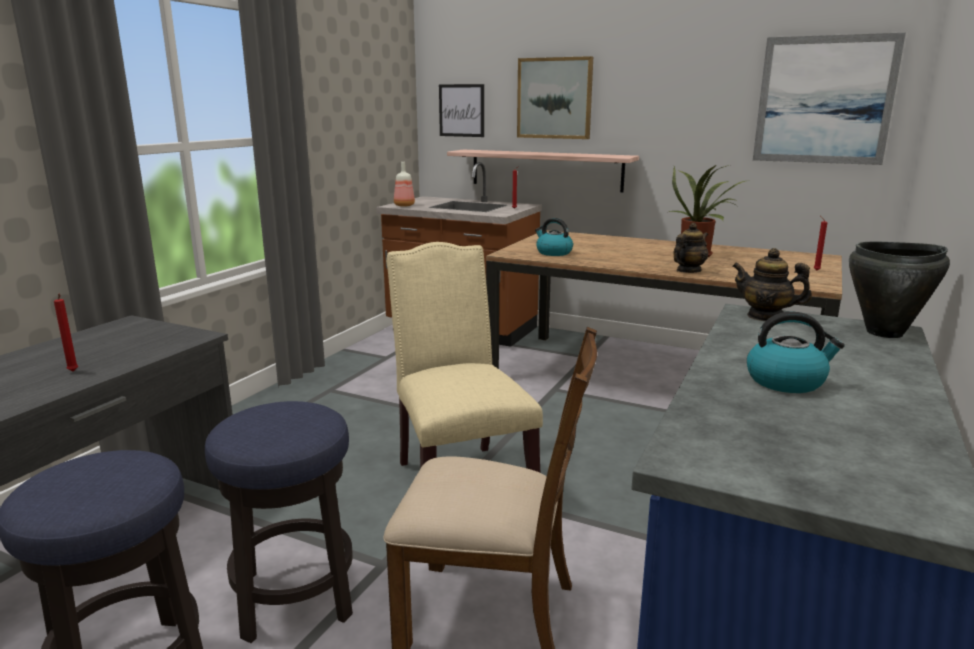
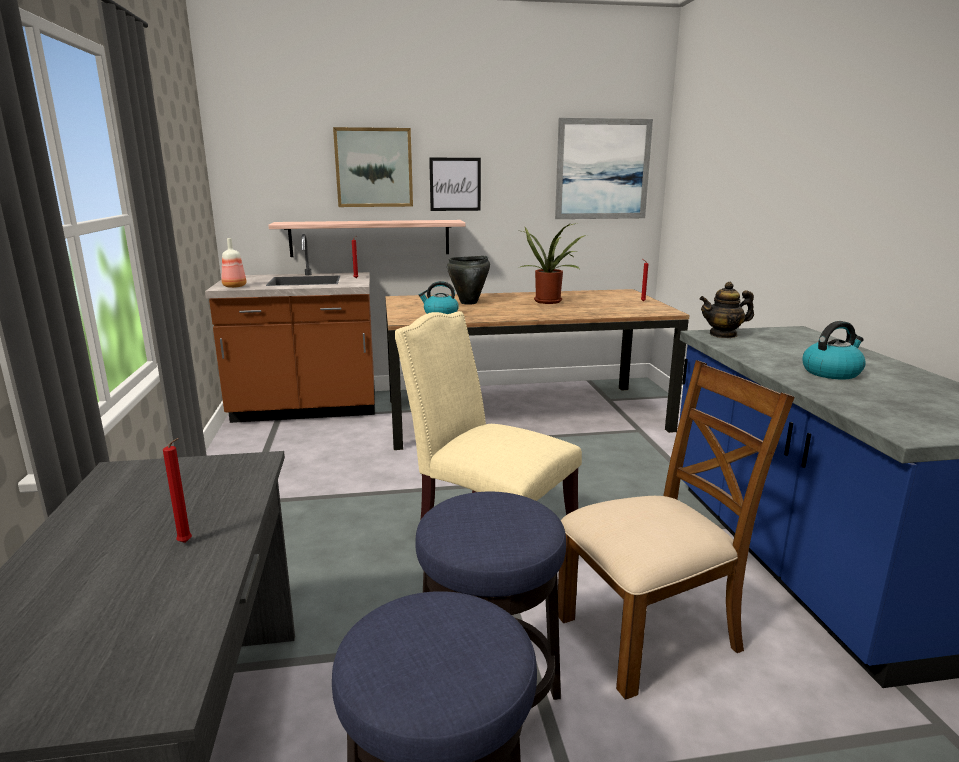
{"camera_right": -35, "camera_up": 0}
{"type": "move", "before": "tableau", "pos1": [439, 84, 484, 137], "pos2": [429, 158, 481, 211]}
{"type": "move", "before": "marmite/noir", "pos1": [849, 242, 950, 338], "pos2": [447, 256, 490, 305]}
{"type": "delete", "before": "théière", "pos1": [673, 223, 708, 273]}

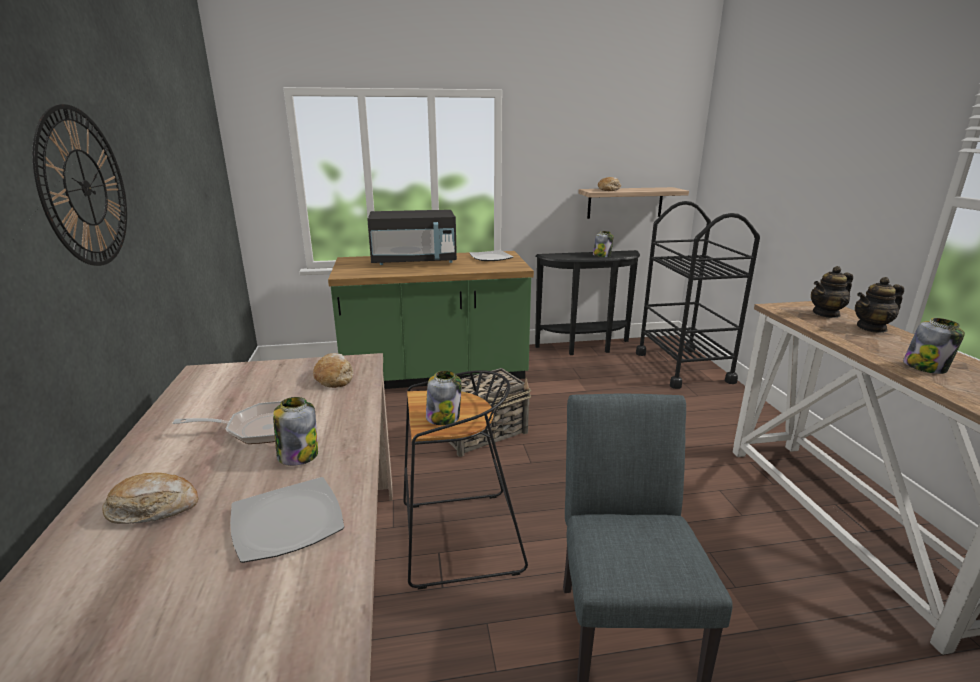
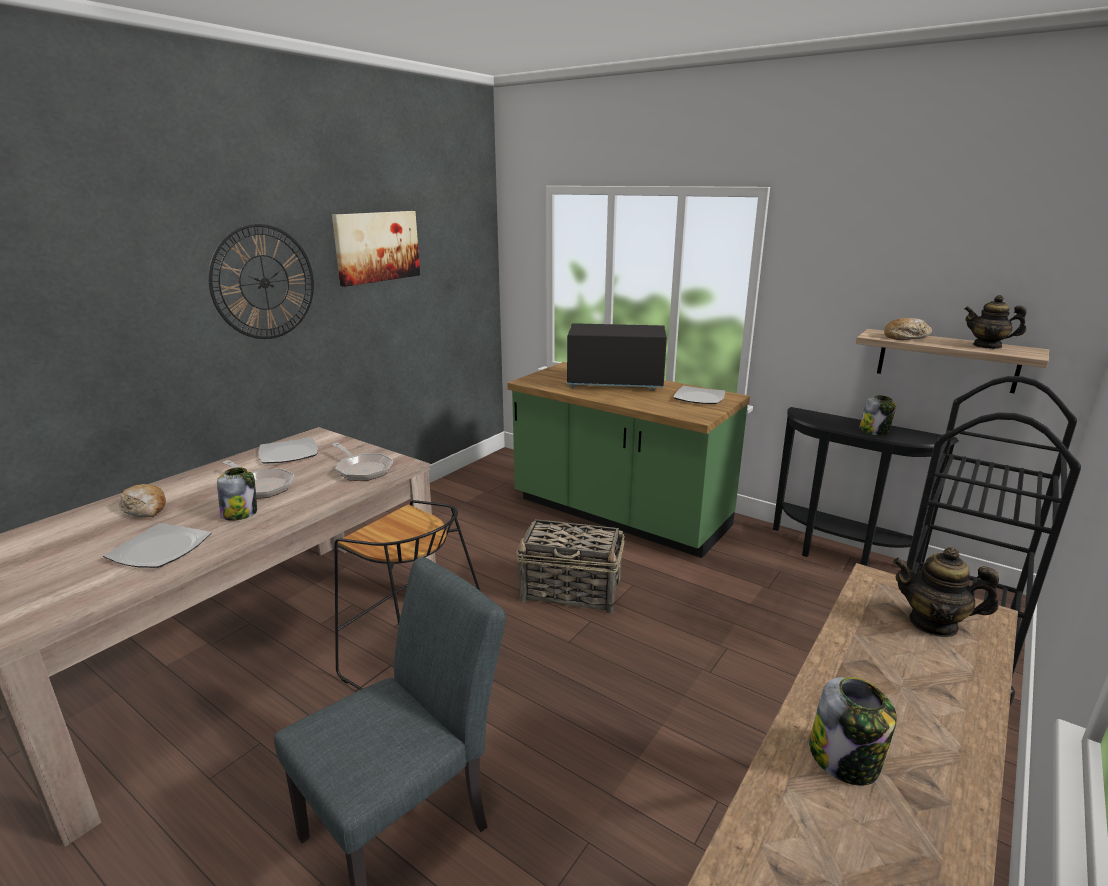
{"camera_right": 45, "camera_up": 0}
{"type": "insert", "after": "assiette", "pos2": [258, 437, 318, 464]}
{"type": "insert", "after": "tableau", "pos2": [332, 211, 420, 287]}
{"type": "replace", "before": "pain", "after": "poêle", "pos1": [313, 353, 353, 388], "pos2": [332, 442, 393, 481]}
{"type": "rotate", "before": "micro-ondes/noir", "pos1": [367, 210, 457, 265], "pos2": [567, 323, 667, 390], "turn": 150}
{"type": "move", "before": "théière", "pos1": [855, 277, 904, 333], "pos2": [965, 295, 1027, 349]}
{"type": "delete", "before": "bocal", "pos1": [426, 371, 462, 425]}

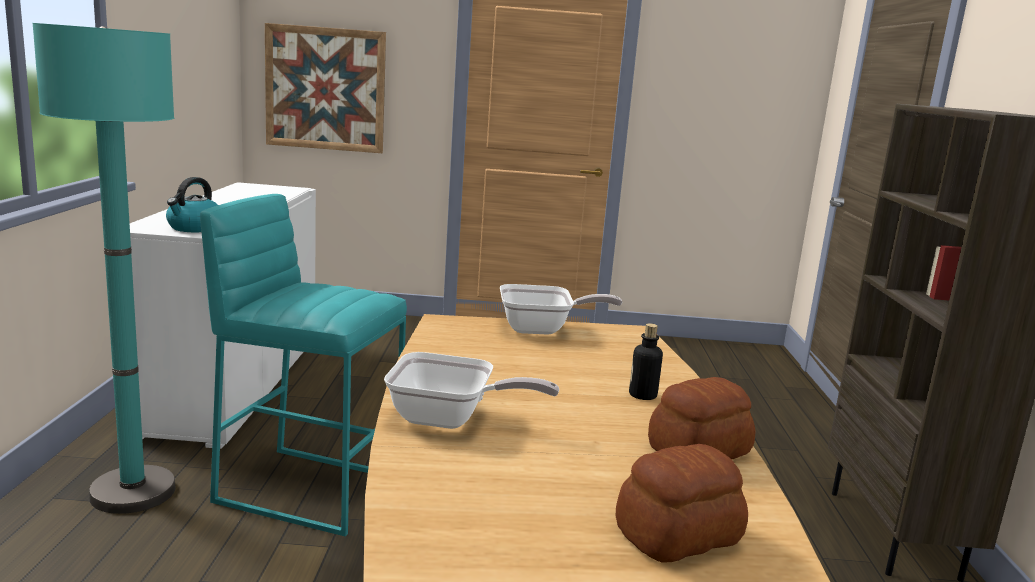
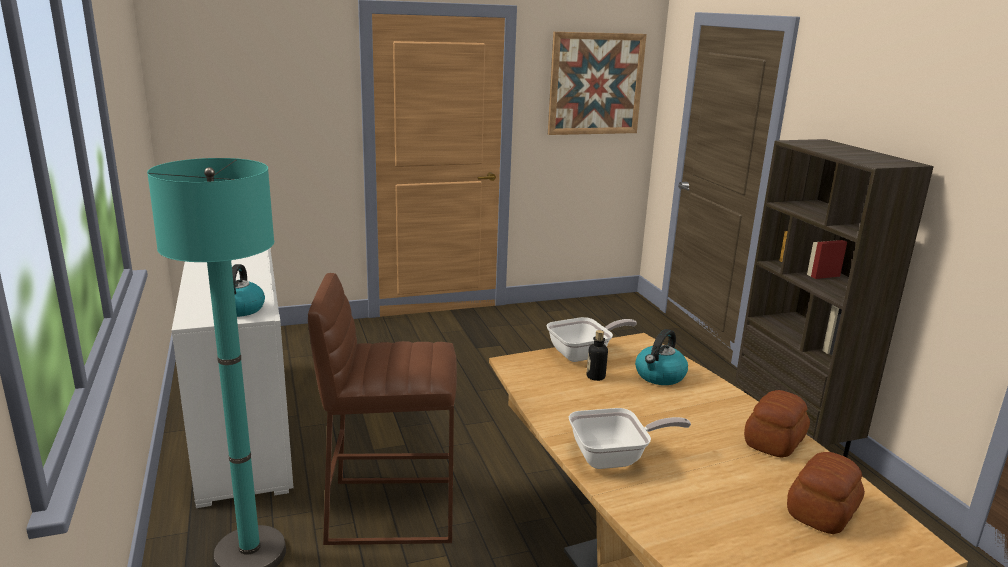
{"camera_right": -20, "camera_up": 5}
{"type": "recolor", "before": "tabouret/turquoise", "after": "tabouret/marron", "pos1": [200, 194, 407, 537], "pos2": [308, 273, 457, 545]}
{"type": "move", "before": "tableau", "pos1": [265, 23, 386, 153], "pos2": [548, 32, 647, 135]}
{"type": "move", "before": "bouteille", "pos1": [629, 323, 663, 400], "pos2": [587, 330, 608, 381]}
{"type": "insert", "after": "bouilloire", "pos2": [635, 329, 688, 385]}

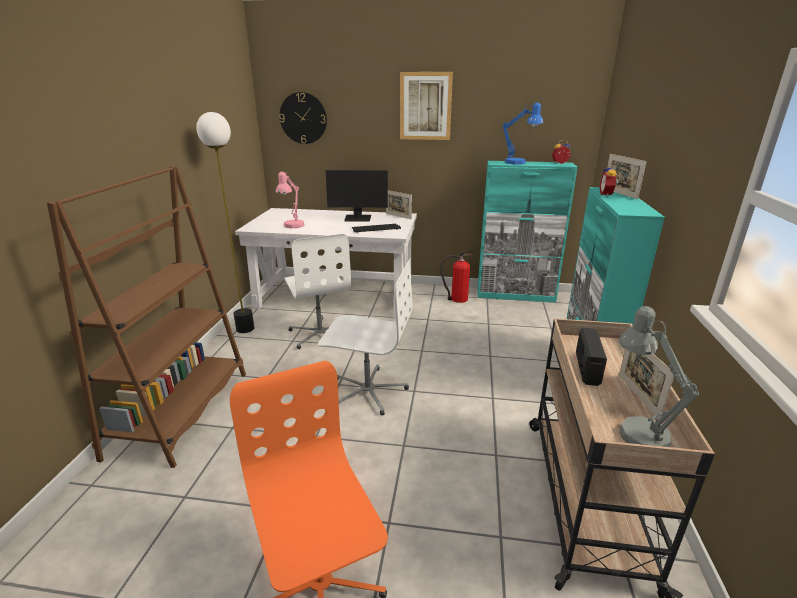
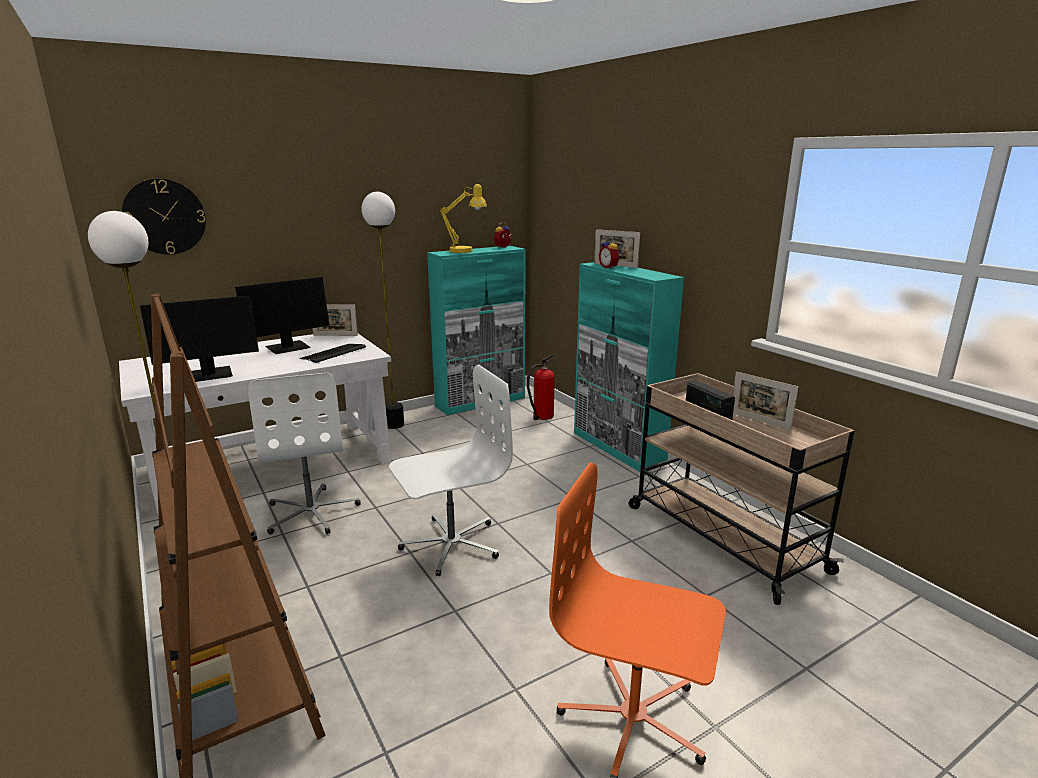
{"camera_right": -40, "camera_up": -5}
{"type": "replace", "before": "lampe de table/rose", "after": "écran d'ordinateur", "pos1": [276, 172, 305, 228], "pos2": [140, 296, 259, 382]}
{"type": "rotate", "before": "chaise de bureau/blanc", "pos1": [284, 234, 351, 349], "pos2": [248, 373, 361, 534], "turn": 45}
{"type": "insert", "after": "lampadaire", "pos2": [361, 192, 404, 429]}
{"type": "recolor", "before": "lampe de table/bleu", "after": "lampe de table/jaune", "pos1": [502, 102, 543, 164], "pos2": [440, 184, 487, 253]}
{"type": "move", "before": "extincteur", "pos1": [440, 250, 474, 303], "pos2": [527, 354, 555, 420]}
{"type": "delete", "before": "tableau", "pos1": [400, 72, 453, 140]}
{"type": "delete", "before": "lampe de table/gris", "pos1": [619, 306, 699, 447]}

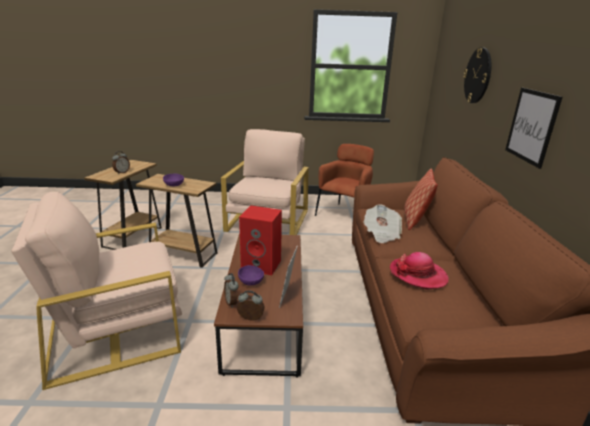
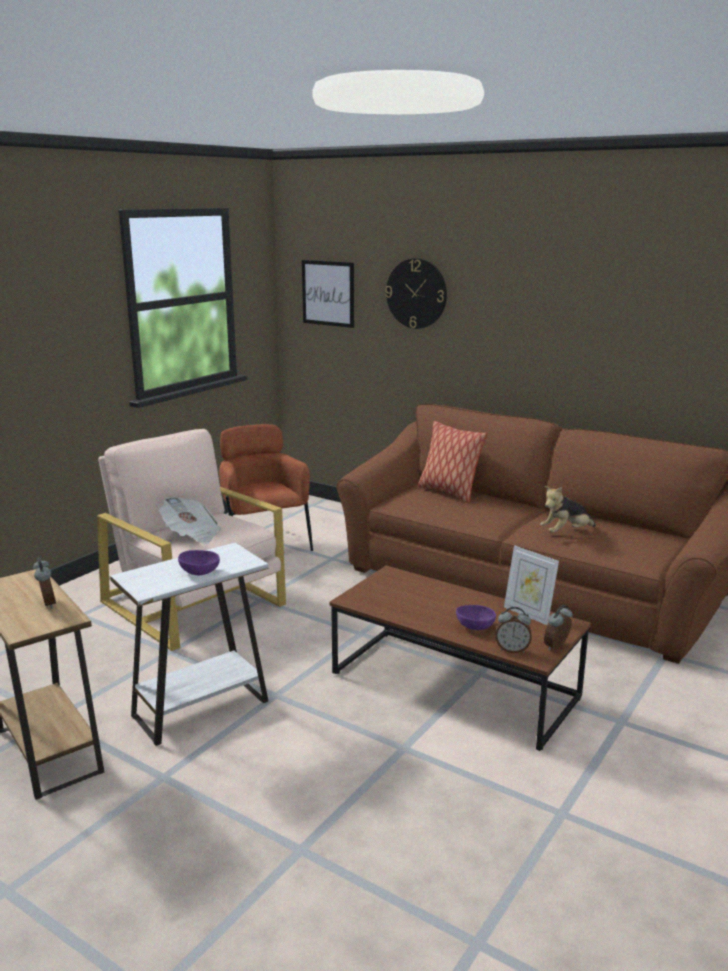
{"camera_right": -55, "camera_up": -5}
{"type": "recolor", "before": "table d'appoint/marron", "after": "table d'appoint/blanc", "pos1": [136, 174, 218, 268], "pos2": [110, 543, 268, 746]}
{"type": "move", "before": "journal", "pos1": [363, 204, 402, 243], "pos2": [159, 496, 222, 544]}
{"type": "move", "before": "tableau", "pos1": [505, 88, 562, 169], "pos2": [302, 260, 354, 328]}
{"type": "replace", "before": "chapeau", "after": "peluche", "pos1": [390, 252, 449, 290], "pos2": [540, 486, 596, 533]}
{"type": "delete", "before": "fauteuil/beige", "pos1": [11, 192, 182, 390]}
{"type": "delete", "before": "enceinte/rouge", "pos1": [239, 206, 282, 275]}

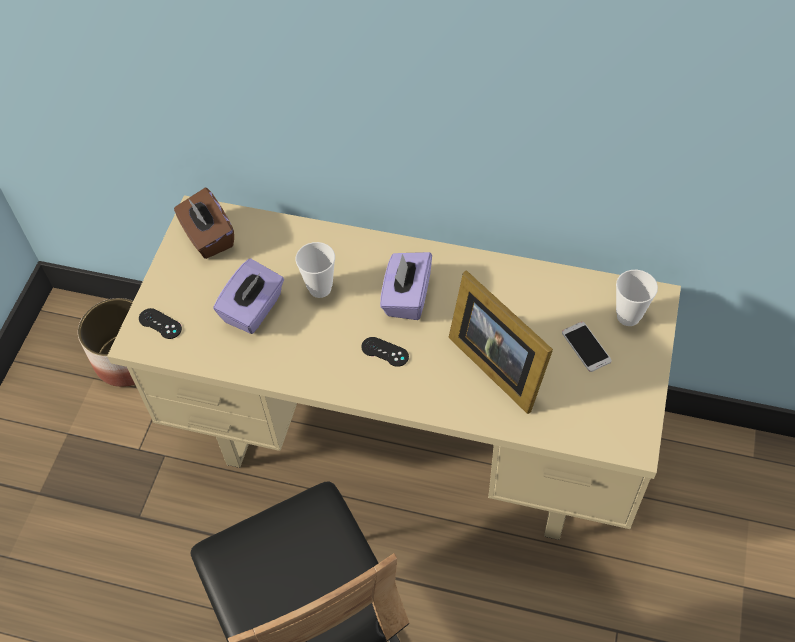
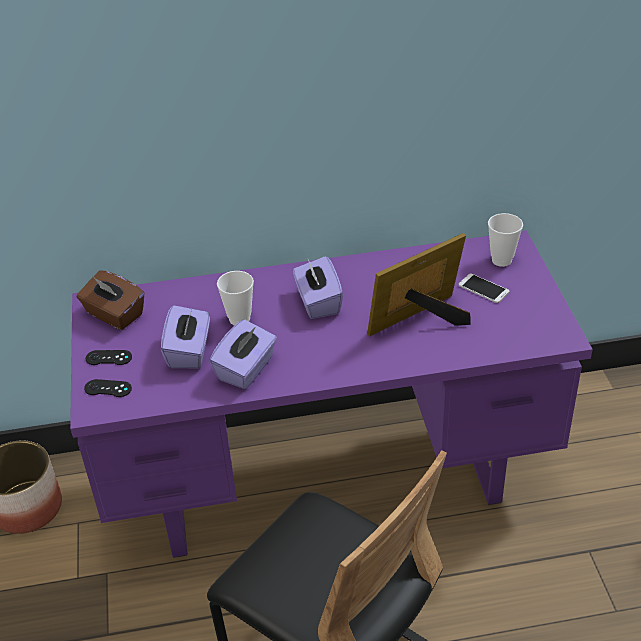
{"camera_right": -25, "camera_up": -15}
{"type": "recolor", "before": "bureau/beige", "after": "bureau/violet", "pos1": [107, 195, 681, 540], "pos2": [70, 231, 593, 558]}
{"type": "move", "before": "manette/noir", "pos1": [361, 337, 409, 367], "pos2": [85, 350, 132, 365]}
{"type": "insert", "after": "boîte à mouchoirs/violet", "pos2": [209, 319, 277, 389]}
{"type": "rotate", "before": "cadre photo", "pos1": [448, 270, 553, 414], "pos2": [367, 233, 471, 337], "turn": 120}

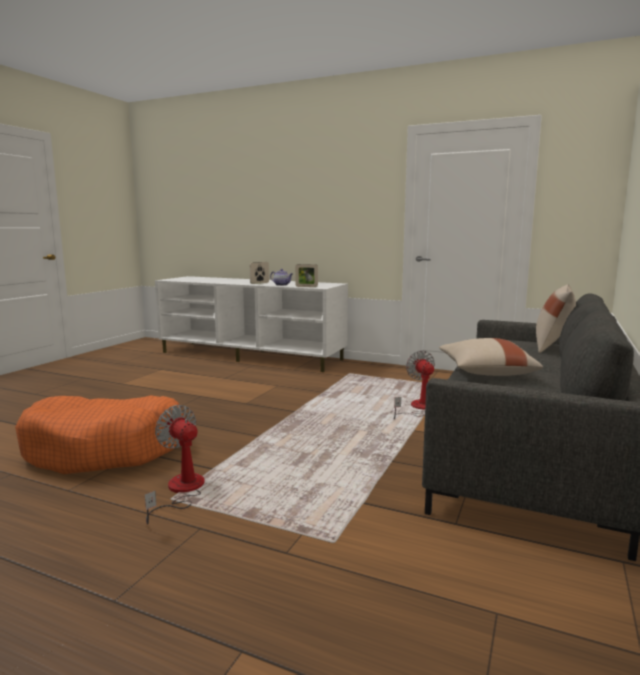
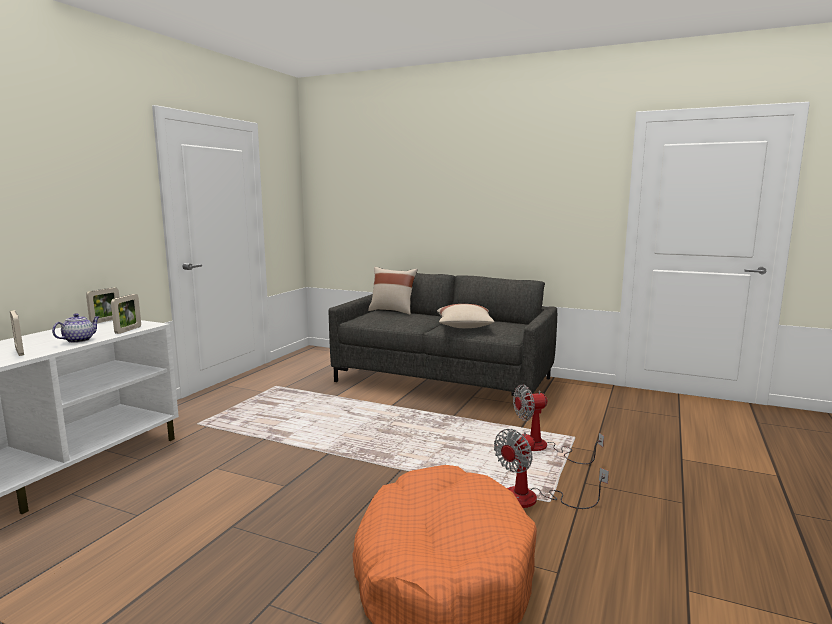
{"camera_right": -90, "camera_up": 0}
{"type": "insert", "after": "cadre photo", "pos2": [86, 288, 119, 323]}
{"type": "move", "before": "ventilateur", "pos1": [394, 350, 435, 419], "pos2": [513, 385, 604, 464]}

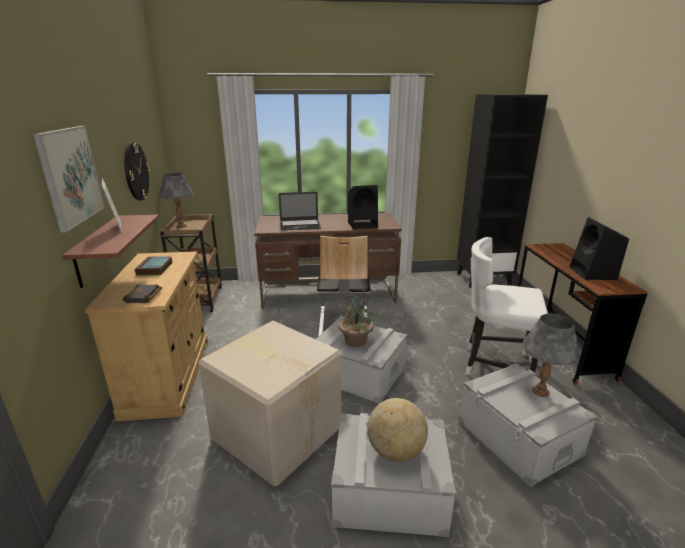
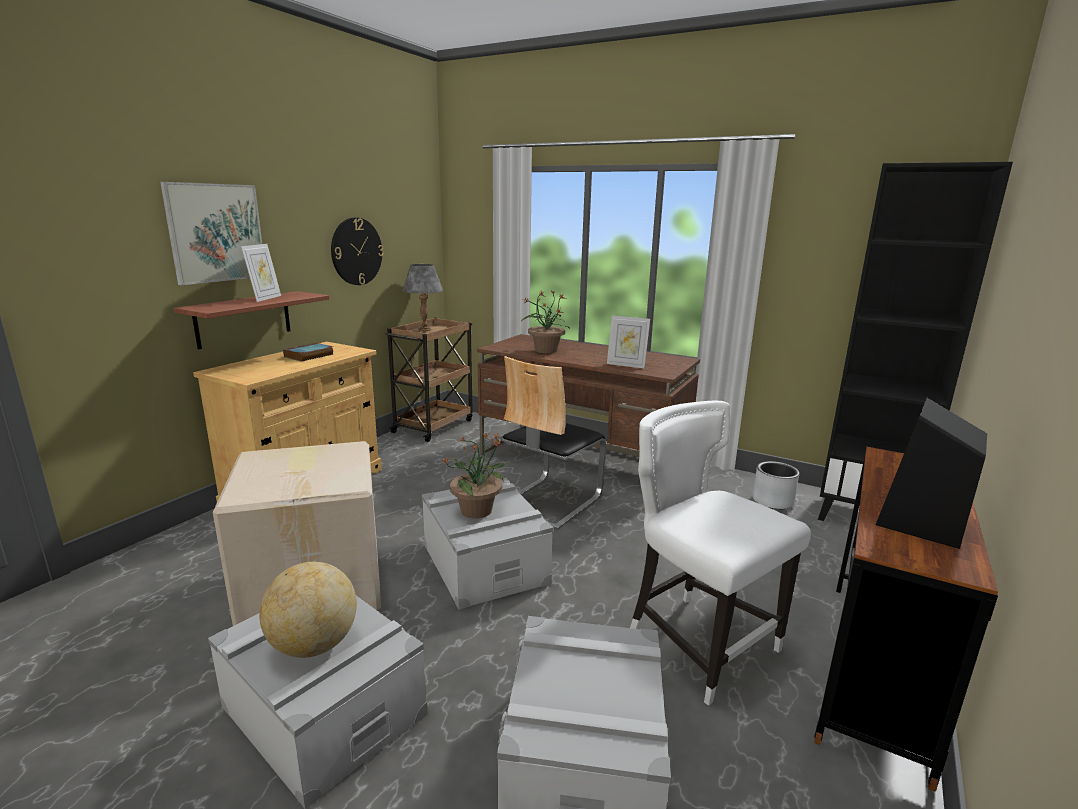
{"camera_right": 35, "camera_up": -5}
{"type": "replace", "before": "ordinateur portable", "after": "plante en pot", "pos1": [279, 192, 321, 230], "pos2": [521, 290, 570, 353]}
{"type": "replace", "before": "enceinte/noir", "after": "cadre photo", "pos1": [348, 185, 378, 230], "pos2": [607, 315, 650, 369]}
{"type": "insert", "after": "cache-pot/gris", "pos2": [752, 461, 799, 510]}
{"type": "delete", "before": "livre/noir", "pos1": [122, 284, 162, 303]}
{"type": "delete", "before": "lampe de table/gris", "pos1": [522, 313, 580, 397]}

